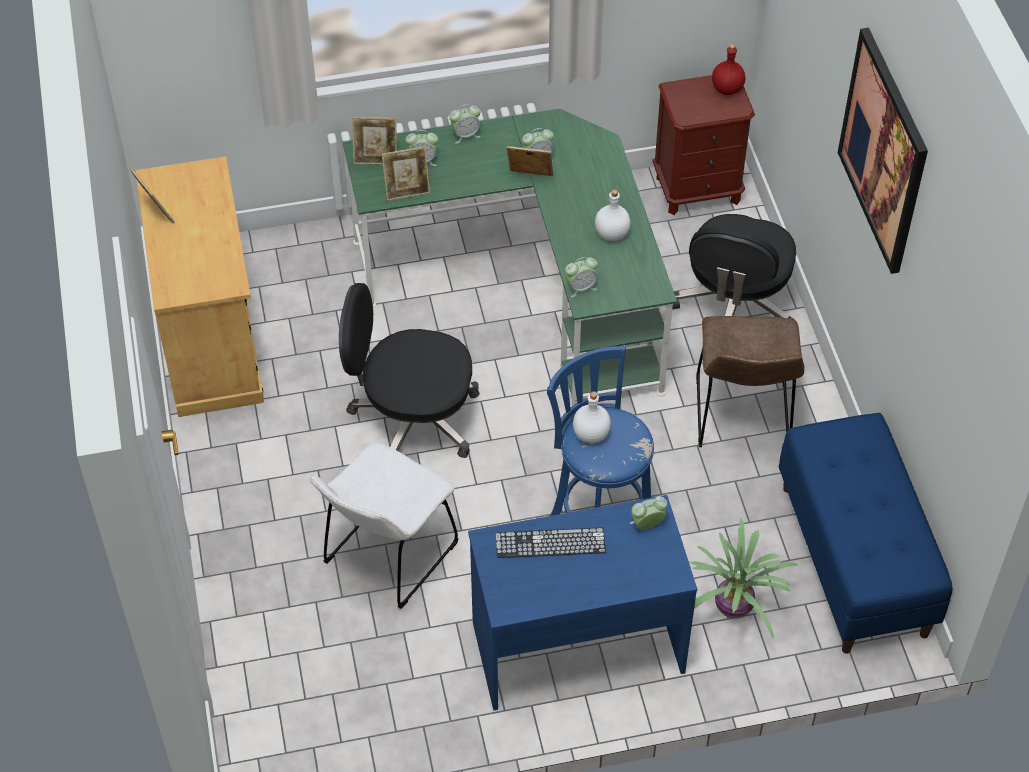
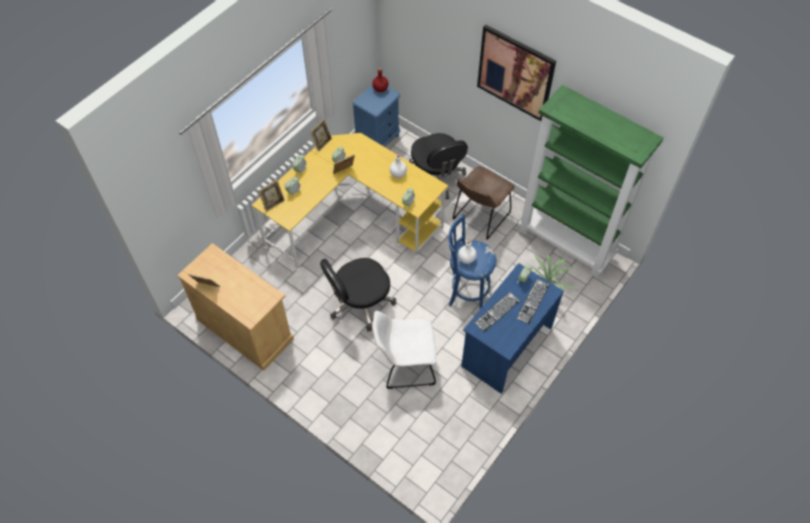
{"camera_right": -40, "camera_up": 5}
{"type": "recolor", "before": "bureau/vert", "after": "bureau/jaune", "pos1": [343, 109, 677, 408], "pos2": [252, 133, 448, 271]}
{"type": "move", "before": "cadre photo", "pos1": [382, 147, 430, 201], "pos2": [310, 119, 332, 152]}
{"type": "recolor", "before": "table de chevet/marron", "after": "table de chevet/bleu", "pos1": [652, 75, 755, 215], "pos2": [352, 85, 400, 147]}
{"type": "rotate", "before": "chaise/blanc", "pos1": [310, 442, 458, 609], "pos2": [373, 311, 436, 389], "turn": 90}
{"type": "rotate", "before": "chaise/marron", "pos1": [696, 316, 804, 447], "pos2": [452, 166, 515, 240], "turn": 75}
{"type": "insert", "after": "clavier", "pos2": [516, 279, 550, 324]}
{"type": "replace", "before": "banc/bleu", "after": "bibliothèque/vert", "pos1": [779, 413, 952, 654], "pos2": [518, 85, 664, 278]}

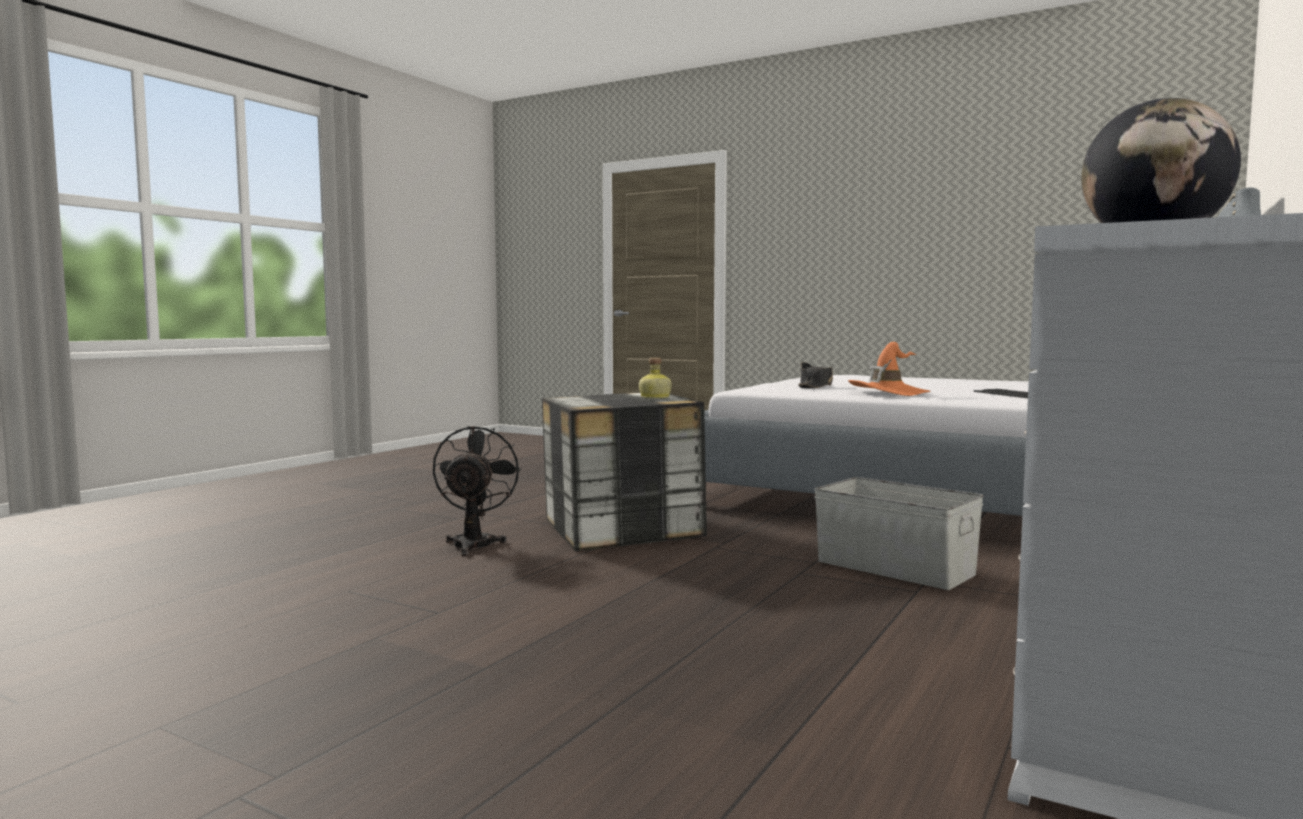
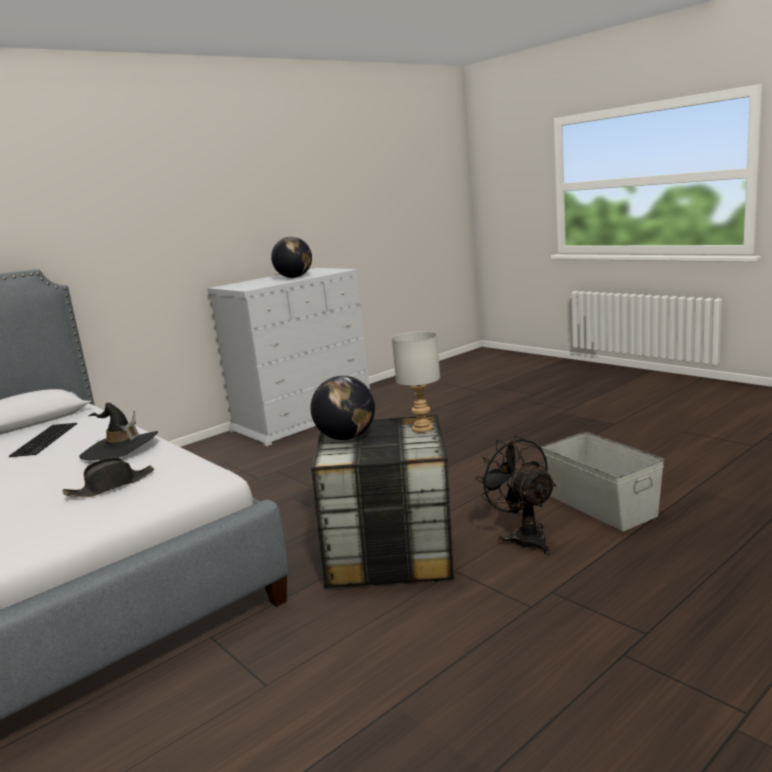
{"camera_right": -160, "camera_up": 10}
{"type": "recolor", "before": "chapeau/orange", "after": "chapeau/noir", "pos1": [848, 342, 930, 396], "pos2": [79, 403, 159, 460]}
{"type": "replace", "before": "bouteille", "after": "globe", "pos1": [639, 358, 672, 399], "pos2": [311, 376, 375, 440]}
{"type": "insert", "after": "lampe de table/gris", "pos2": [392, 331, 440, 433]}
{"type": "rotate", "before": "ventilateur/noir", "pos1": [433, 426, 521, 556], "pos2": [475, 436, 556, 554], "turn": 135}
{"type": "move", "before": "boîte de rangement/gris", "pos1": [815, 477, 984, 590], "pos2": [541, 432, 664, 531]}

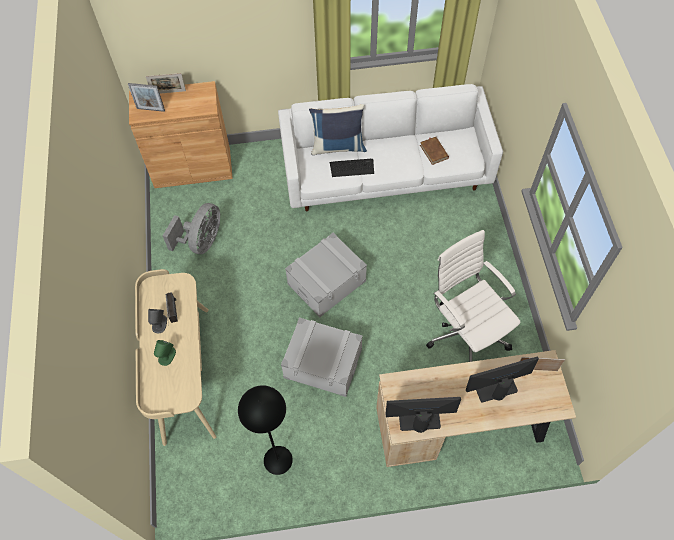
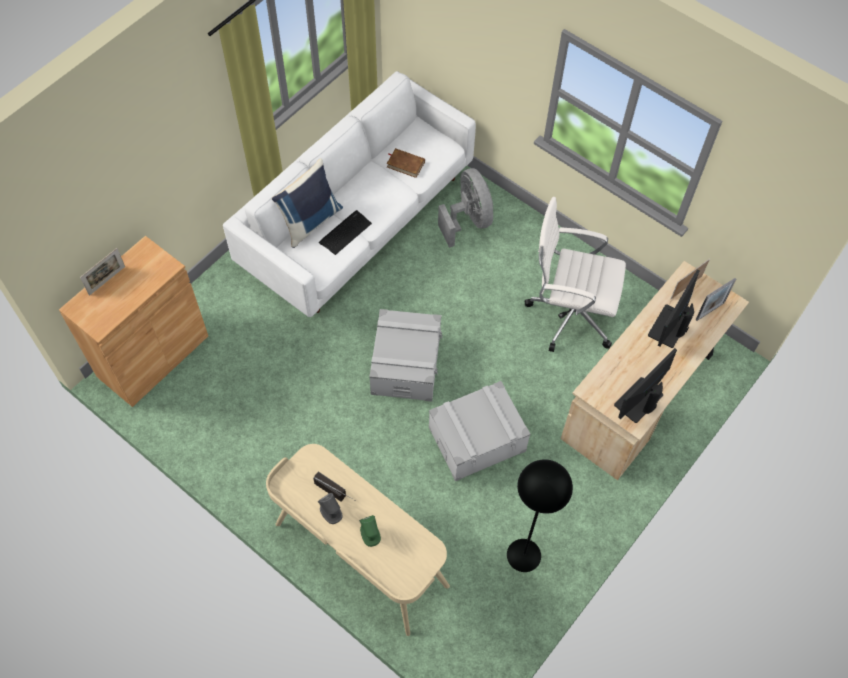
{"camera_right": -45, "camera_up": 0}
{"type": "move", "before": "ventilateur/gris", "pos1": [163, 203, 220, 254], "pos2": [438, 168, 493, 248]}
{"type": "move", "before": "cadre photo", "pos1": [128, 83, 165, 112], "pos2": [695, 278, 736, 321]}

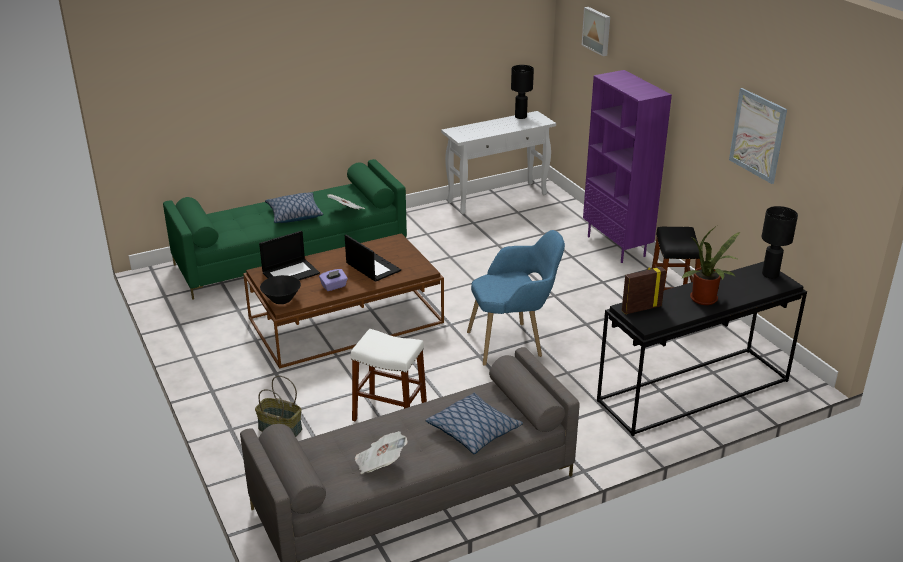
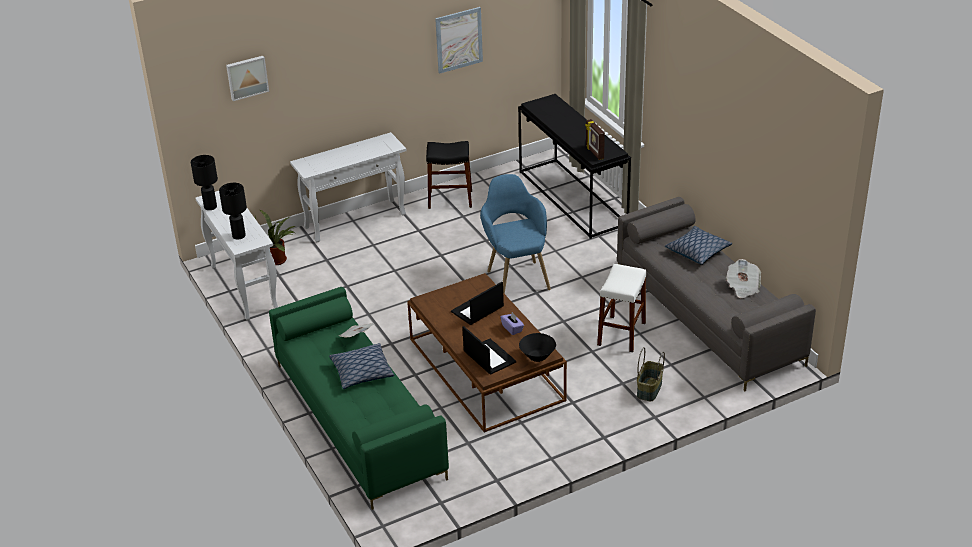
{"camera_right": -90, "camera_up": 5}
{"type": "move", "before": "lampe de table/noir", "pos1": [762, 206, 798, 278], "pos2": [219, 183, 247, 240]}
{"type": "move", "before": "plante en pot", "pos1": [681, 227, 740, 305], "pos2": [255, 209, 295, 265]}
{"type": "replace", "before": "bibliothèque/violet", "after": "table console/blanc", "pos1": [583, 70, 672, 263], "pos2": [290, 132, 407, 242]}

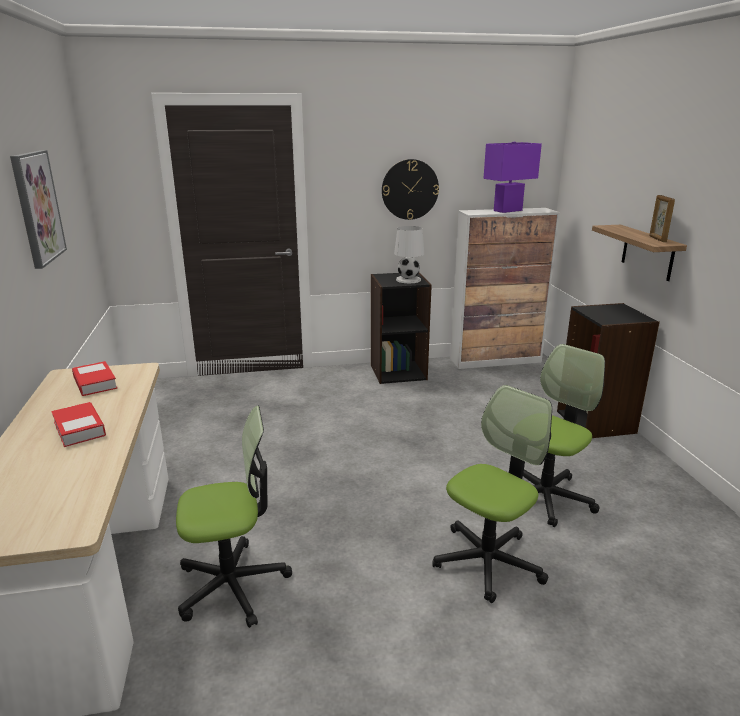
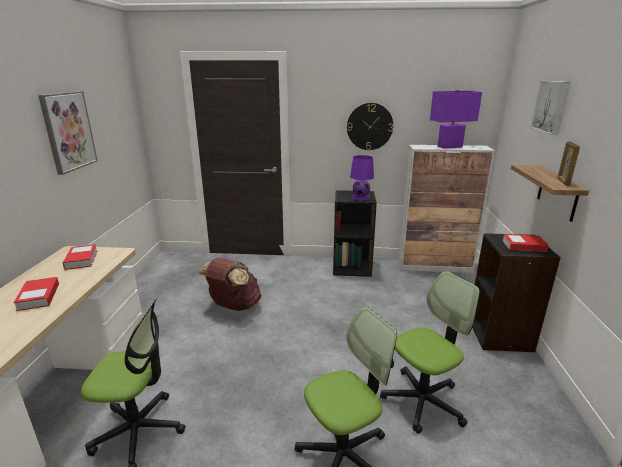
{"camera_right": 15, "camera_up": 0}
{"type": "insert", "after": "sac à dos/marron", "pos2": [198, 258, 261, 311]}
{"type": "recolor", "before": "lampe de table/blanc", "after": "lampe de table/violet", "pos1": [394, 226, 424, 283], "pos2": [350, 155, 374, 201]}
{"type": "insert", "after": "livre", "pos2": [503, 234, 549, 252]}
{"type": "insert", "after": "tableau", "pos2": [531, 80, 570, 135]}

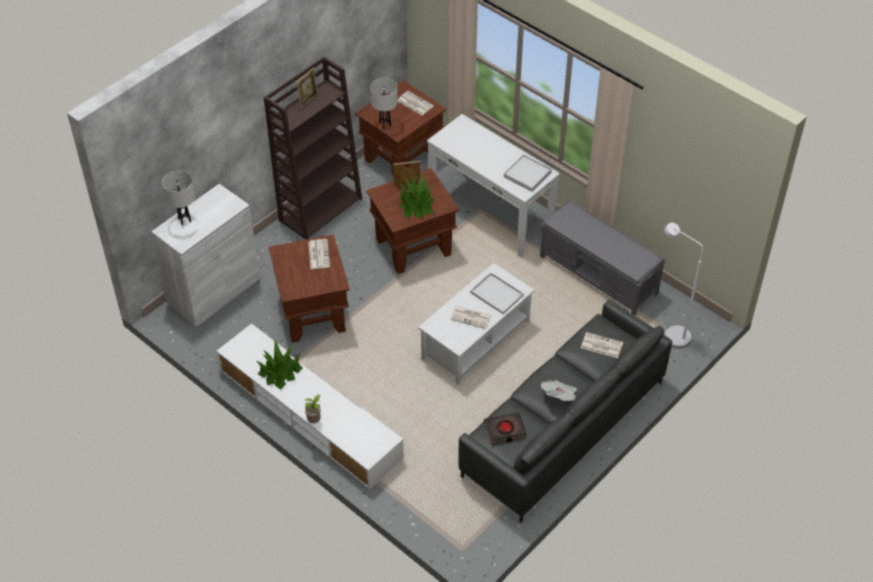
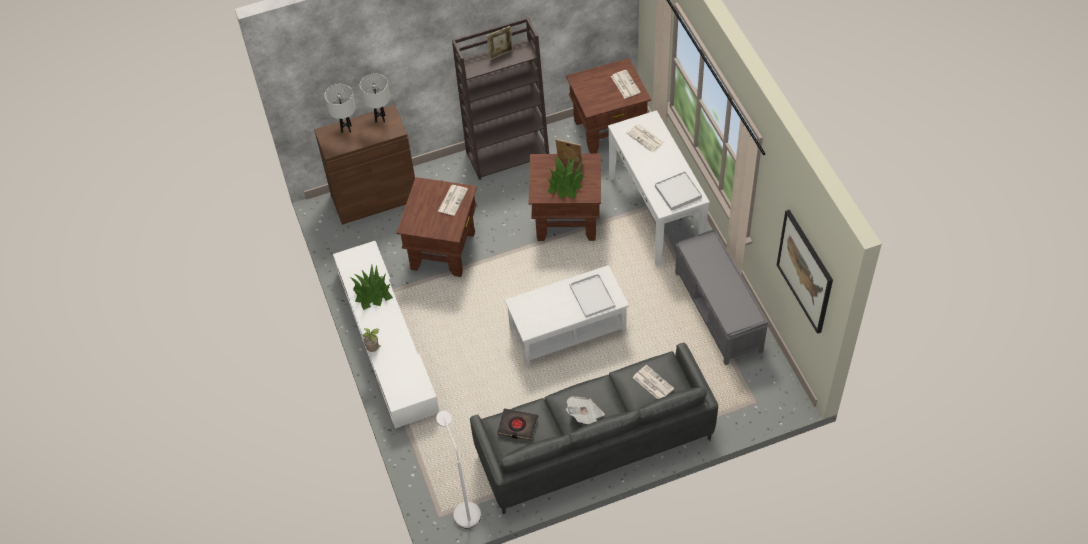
{"camera_right": 30, "camera_up": 5}
{"type": "recolor", "before": "meuble de rangement/blanc", "after": "meuble de rangement/marron", "pos1": [151, 184, 260, 327], "pos2": [314, 105, 415, 225]}
{"type": "move", "before": "lampe de table/blanc", "pos1": [370, 78, 398, 129], "pos2": [360, 73, 390, 122]}
{"type": "move", "before": "lampadaire/blanc", "pos1": [665, 223, 703, 348], "pos2": [436, 411, 481, 528]}
{"type": "move", "before": "journal", "pos1": [450, 306, 492, 329], "pos2": [627, 124, 664, 152]}
{"type": "insert", "after": "tableau", "pos2": [777, 210, 833, 334]}

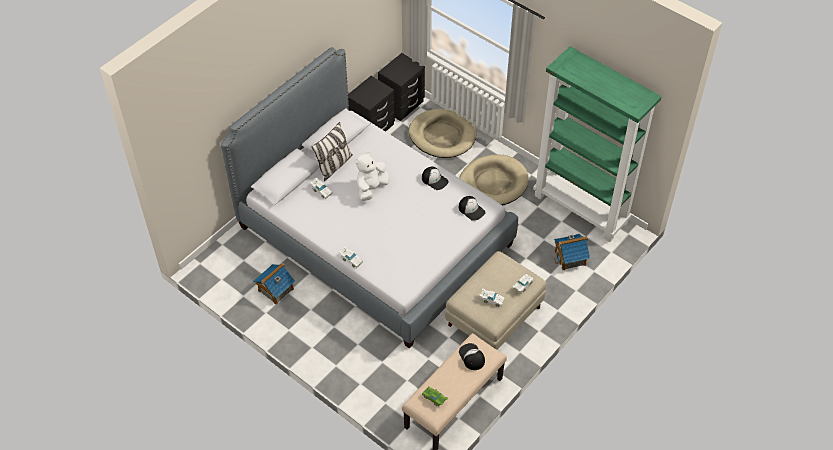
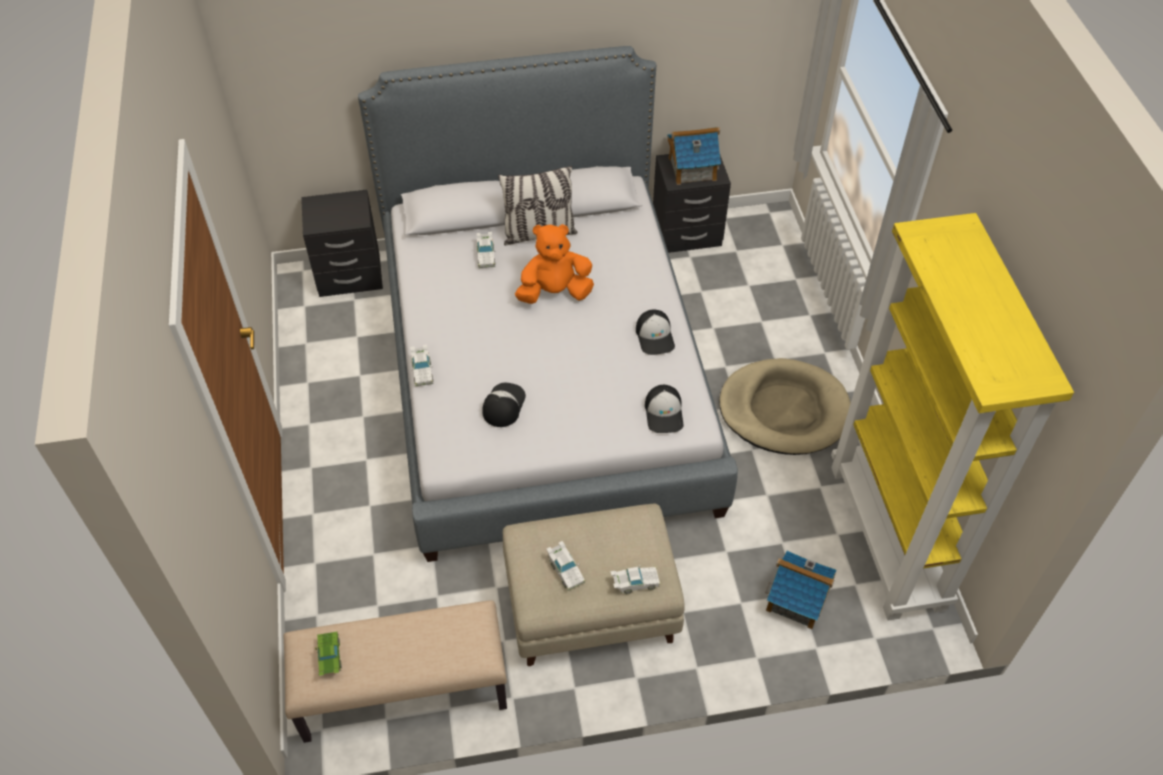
{"camera_right": 40, "camera_up": 0}
{"type": "move", "before": "table de chevet/noir", "pos1": [378, 53, 425, 121], "pos2": [301, 190, 383, 297]}
{"type": "move", "before": "casquette", "pos1": [459, 343, 485, 370], "pos2": [482, 383, 526, 427]}
{"type": "recolor", "before": "peluche/blanc", "after": "peluche/orange", "pos1": [355, 151, 389, 201], "pos2": [515, 224, 594, 304]}
{"type": "move", "before": "maison miniature", "pos1": [253, 263, 295, 305], "pos2": [667, 127, 721, 185]}
{"type": "recolor", "before": "bibliothèque/vert", "after": "bibliothèque/jaune", "pos1": [533, 46, 662, 242], "pos2": [831, 213, 1074, 621]}
{"type": "delete", "before": "panier pour chien/beige", "pos1": [409, 109, 476, 158]}

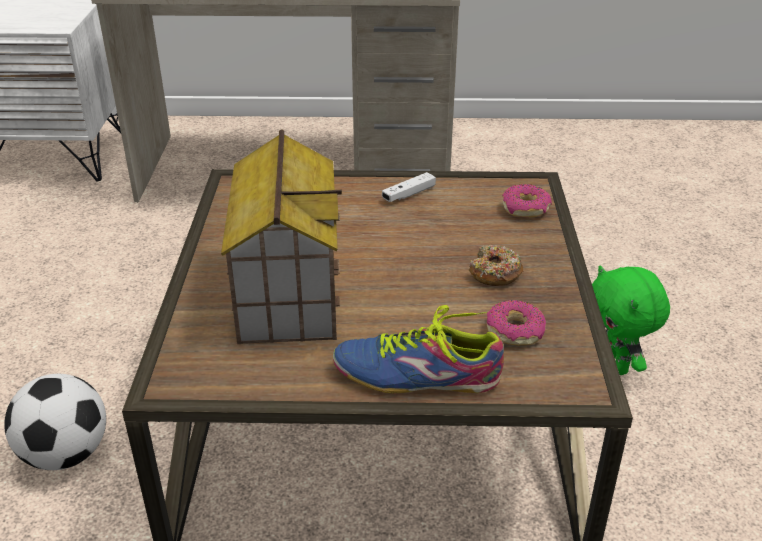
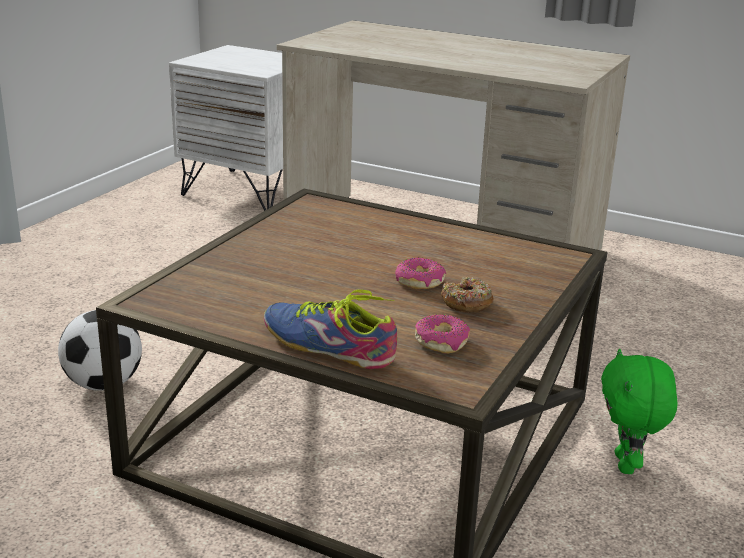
{"camera_right": 25, "camera_up": -10}
{"type": "move", "before": "beignet", "pos1": [502, 184, 552, 218], "pos2": [395, 257, 446, 289]}
{"type": "delete", "before": "maison miniature", "pos1": [221, 129, 342, 344]}
{"type": "delete", "before": "manette/blanc", "pos1": [382, 172, 436, 202]}

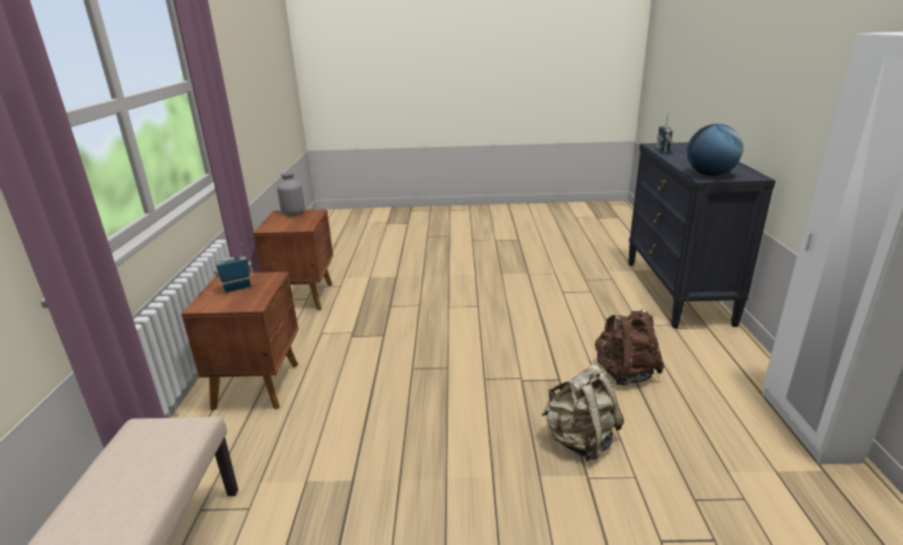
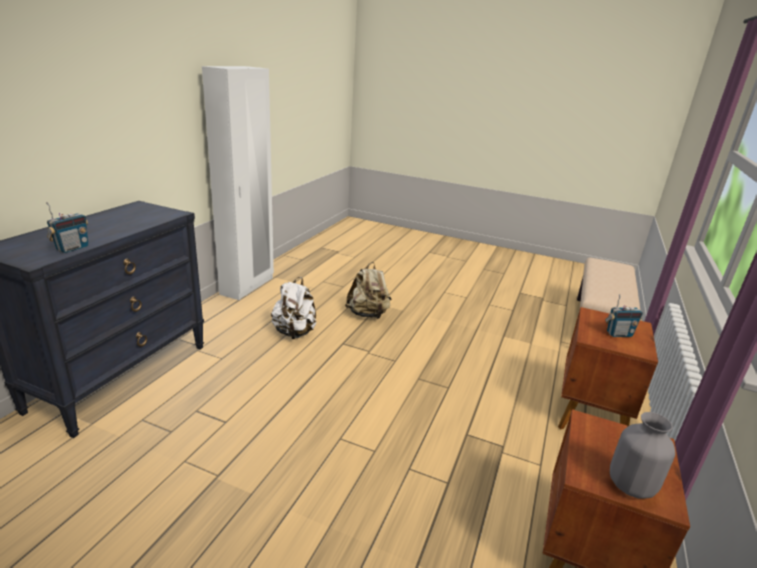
{"camera_right": -160, "camera_up": 0}
{"type": "recolor", "before": "sac à dos/marron", "after": "sac à dos/blanc", "pos1": [595, 309, 664, 385], "pos2": [271, 277, 316, 339]}
{"type": "delete", "before": "globe", "pos1": [687, 124, 744, 176]}

